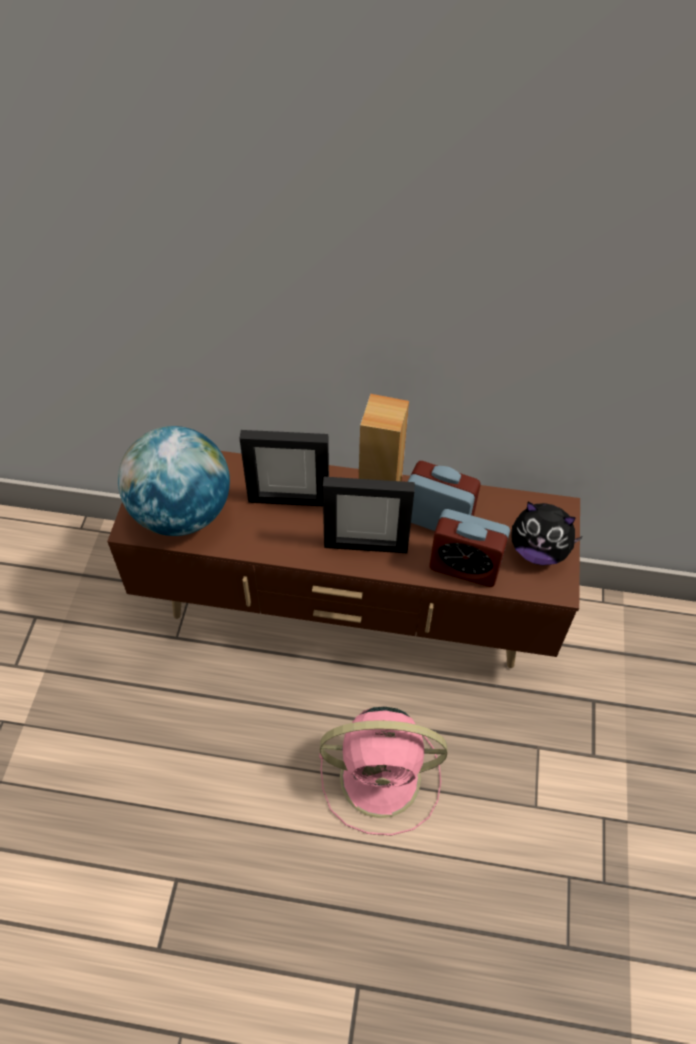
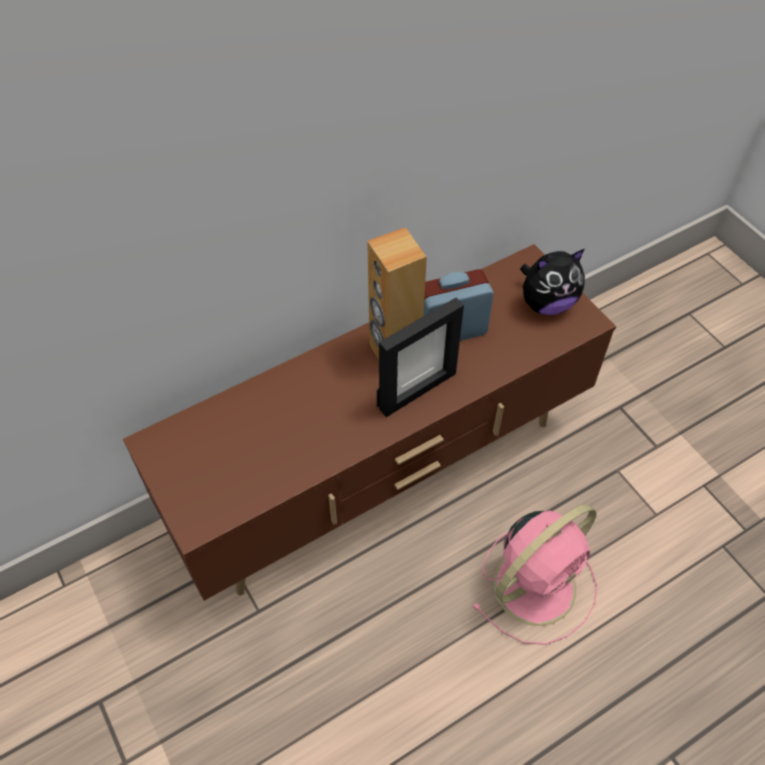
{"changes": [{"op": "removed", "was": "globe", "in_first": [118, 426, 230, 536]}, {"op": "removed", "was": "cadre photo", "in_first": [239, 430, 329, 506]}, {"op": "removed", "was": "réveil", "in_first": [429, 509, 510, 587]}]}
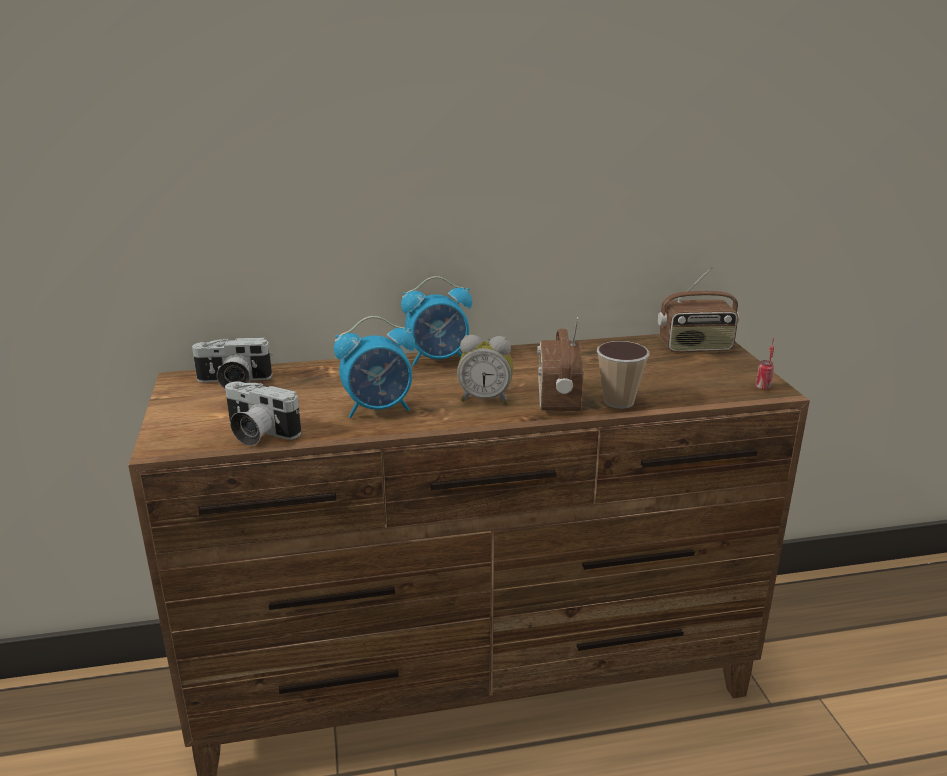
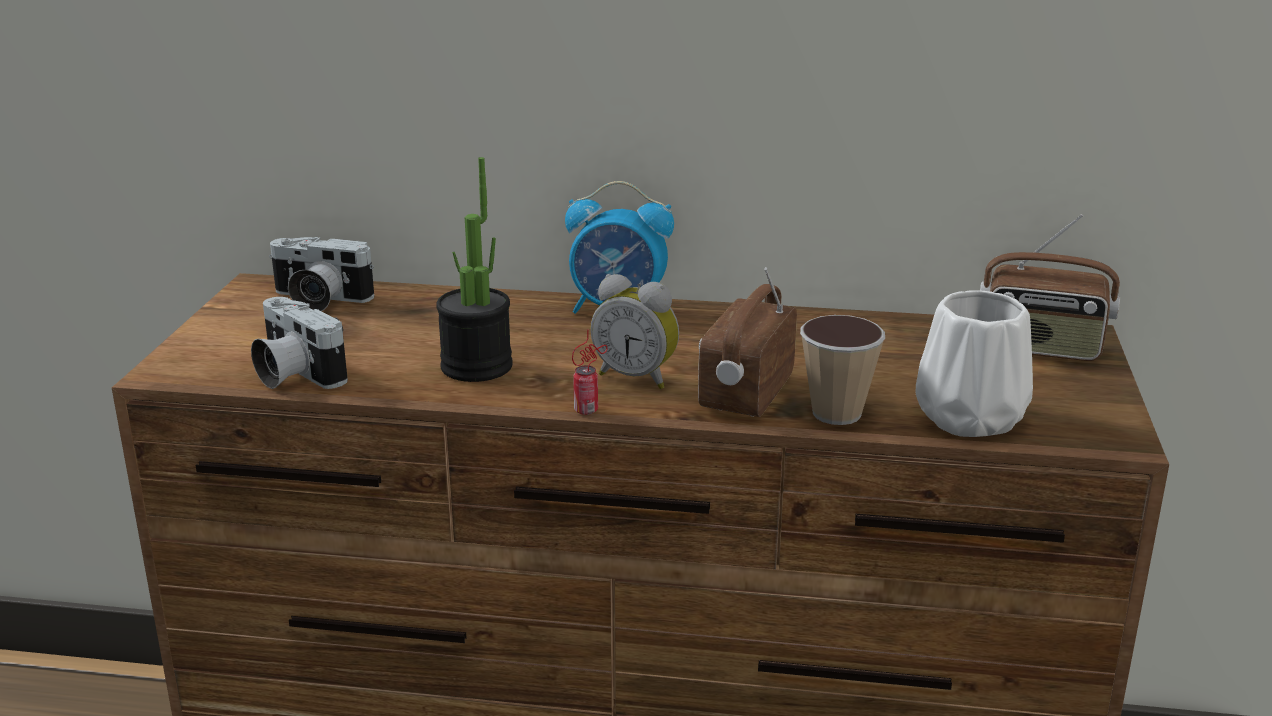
{"changes": [{"op": "replaced", "was": "réveil", "now": "plante en pot", "in_first": [334, 316, 415, 418], "in_second": [436, 157, 513, 382]}, {"op": "moved", "was": "boîte métallique", "in_first": [756, 338, 774, 390], "in_second": [572, 329, 608, 415]}, {"op": "added", "now": "vase/blanc", "in_second": [915, 290, 1033, 437]}]}
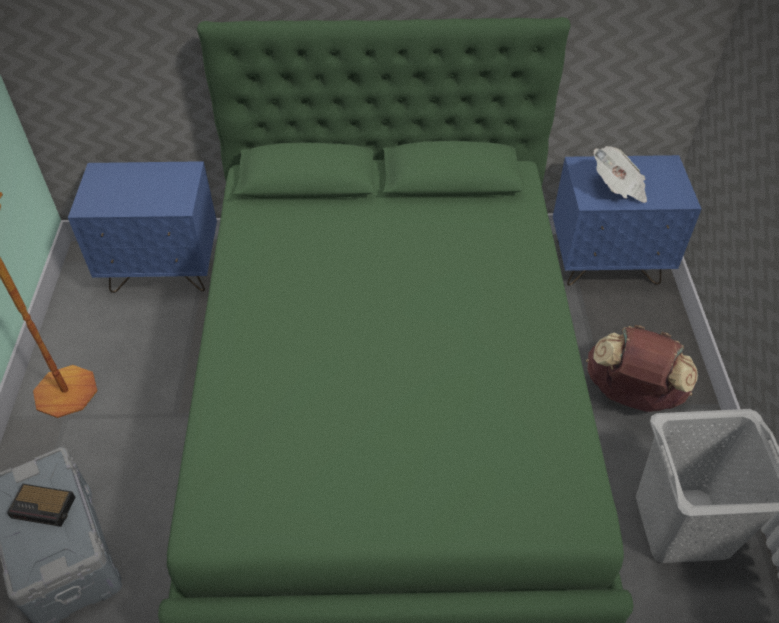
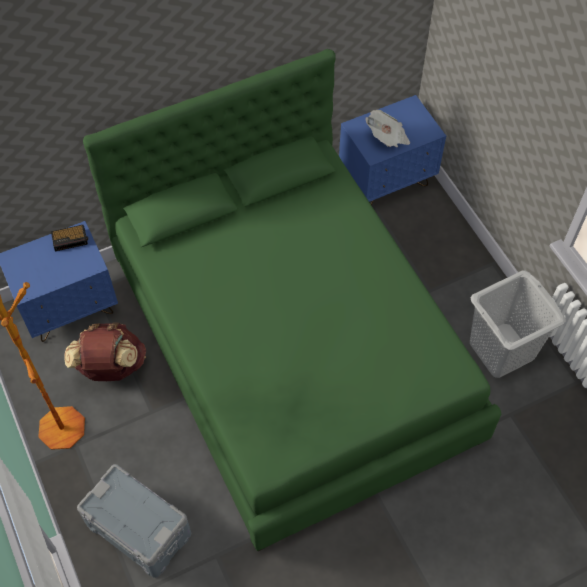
{"changes": [{"op": "moved", "was": "réveil", "in_first": [7, 483, 75, 527], "in_second": [51, 225, 88, 251]}, {"op": "moved", "was": "sac à dos/marron", "in_first": [586, 325, 698, 412], "in_second": [64, 322, 146, 381]}]}
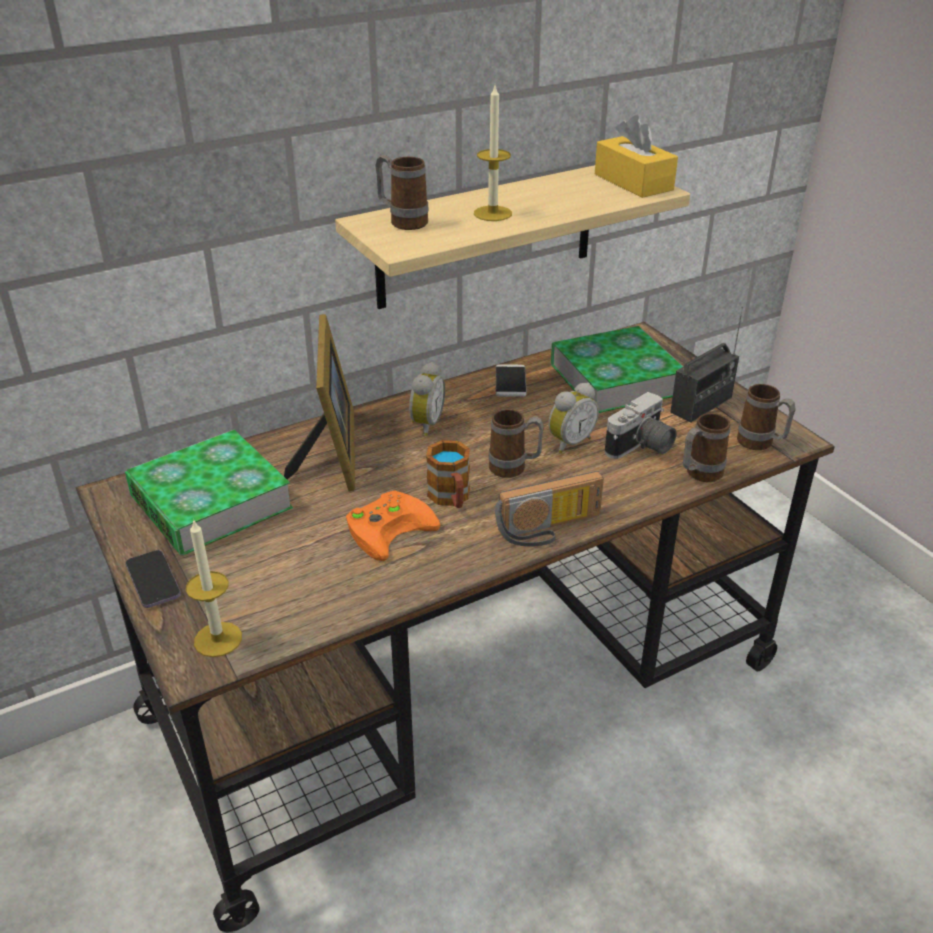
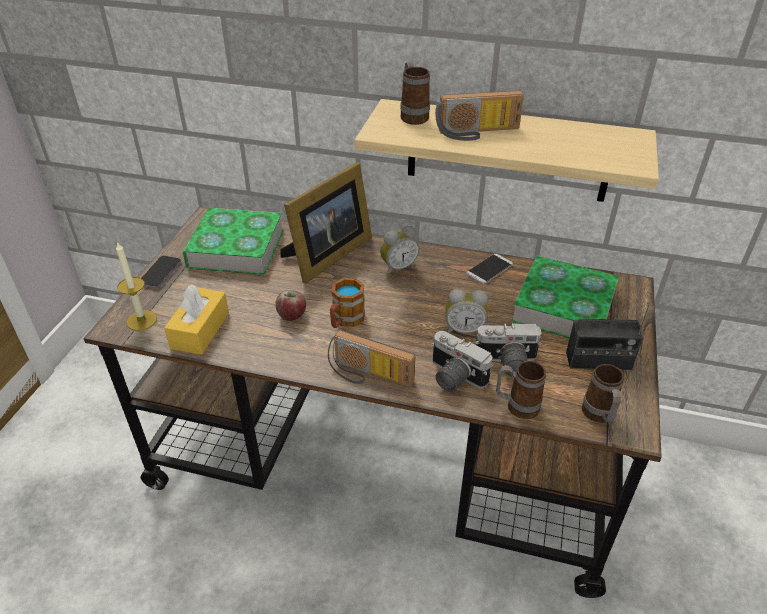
{"changes": [{"op": "replaced", "was": "manette/orange", "now": "pomme", "in_first": [346, 490, 440, 561], "in_second": [275, 290, 306, 321]}, {"op": "replaced", "was": "bougie", "now": "radio", "in_first": [474, 86, 512, 221], "in_second": [435, 90, 524, 141]}, {"op": "removed", "was": "mug", "in_first": [489, 409, 544, 478]}, {"op": "moved", "was": "boîte à mouchoirs/jaune", "in_first": [595, 115, 678, 198], "in_second": [164, 284, 229, 355]}, {"op": "added", "now": "appareil photo", "in_second": [431, 331, 493, 392]}]}
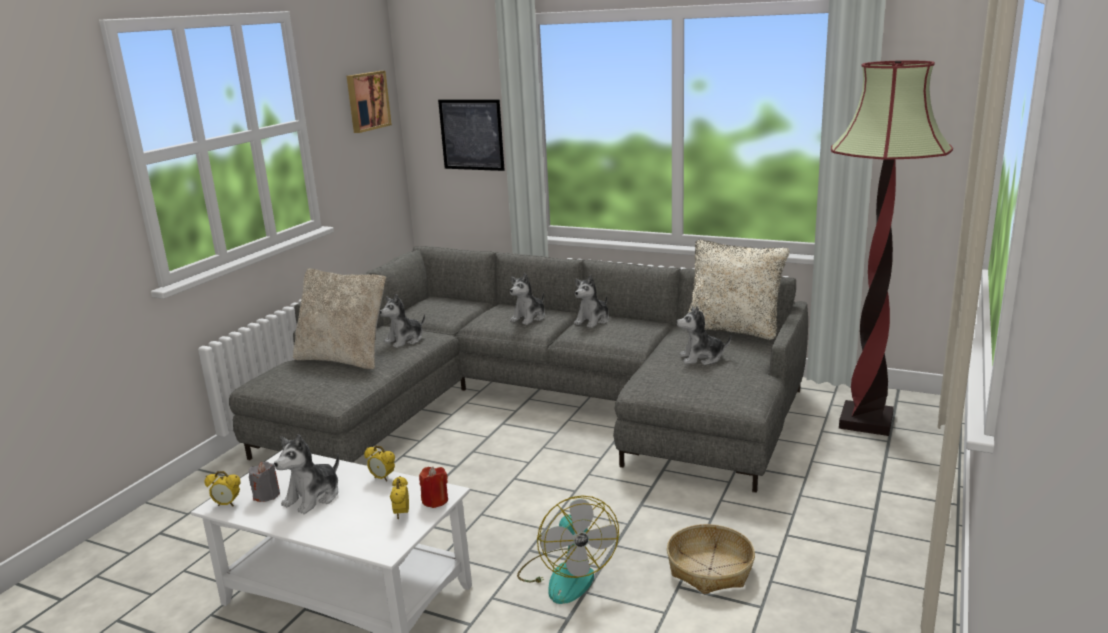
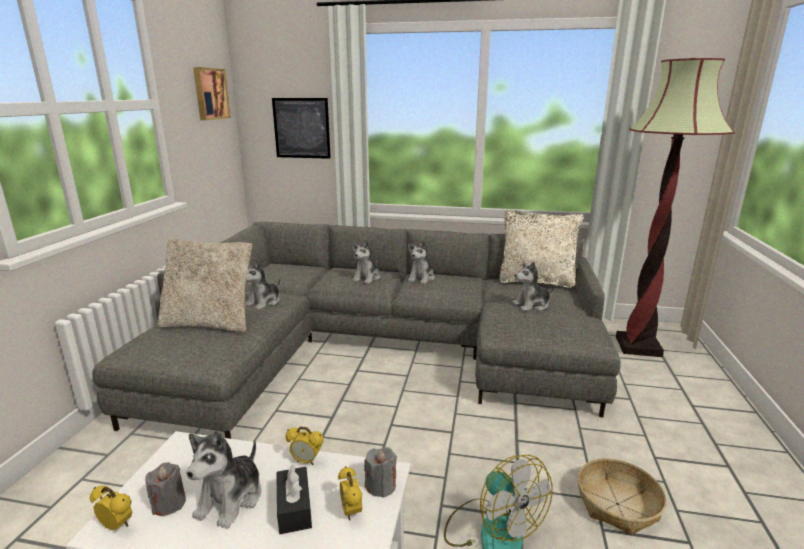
{"changes": [{"op": "turned", "was": "réveil", "in_first": [205, 471, 241, 507], "in_second": [90, 486, 132, 530], "clockwise": -150}, {"op": "recoloured", "was": "bougie/rouge", "now": "bougie/gris", "in_first": [419, 467, 448, 508], "in_second": [364, 447, 397, 498]}, {"op": "added", "now": "boîte à mouchoirs/noir", "in_second": [276, 464, 312, 534]}]}
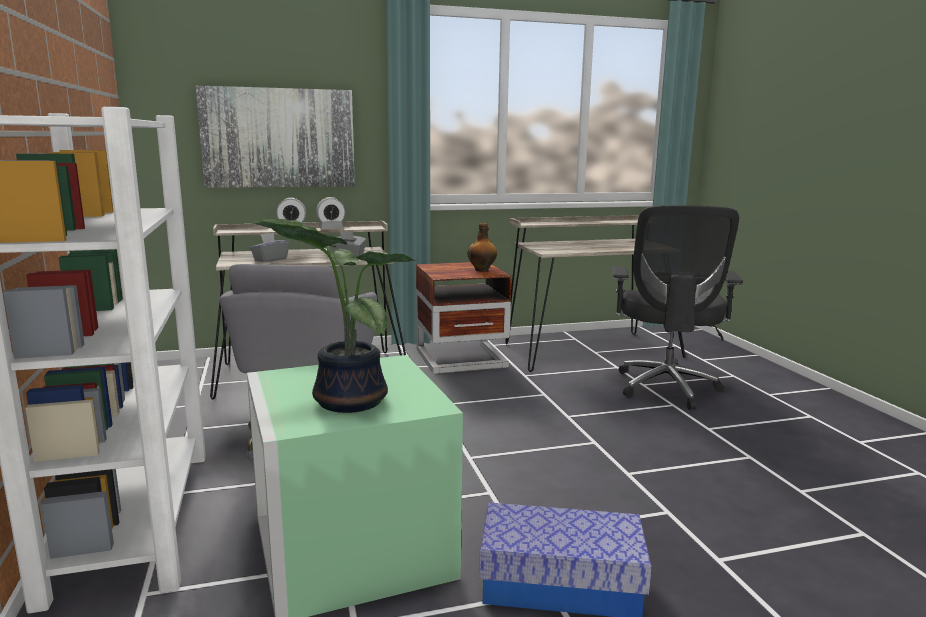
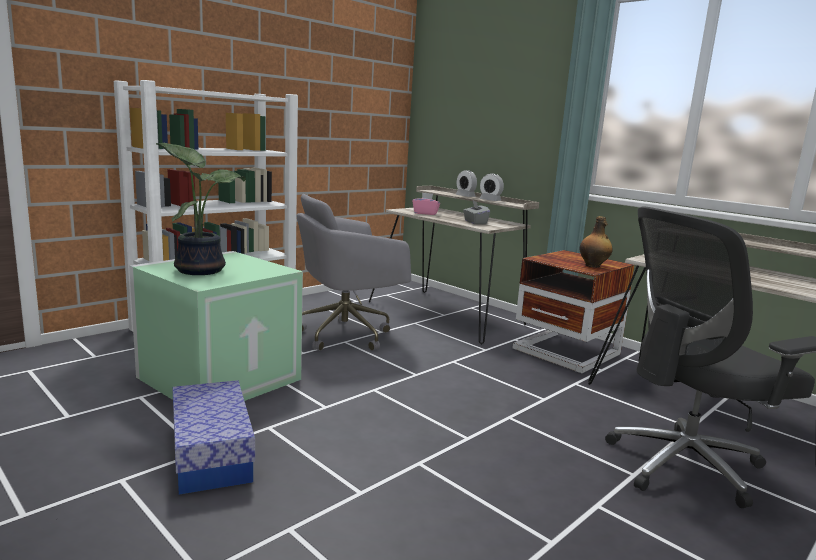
{"changes": [{"op": "removed", "was": "tableau", "in_first": [196, 85, 355, 188]}, {"op": "recoloured", "was": "boîte à mouchoirs/gris", "now": "boîte à mouchoirs/rose", "in_first": [250, 233, 289, 262], "in_second": [412, 193, 440, 215]}]}
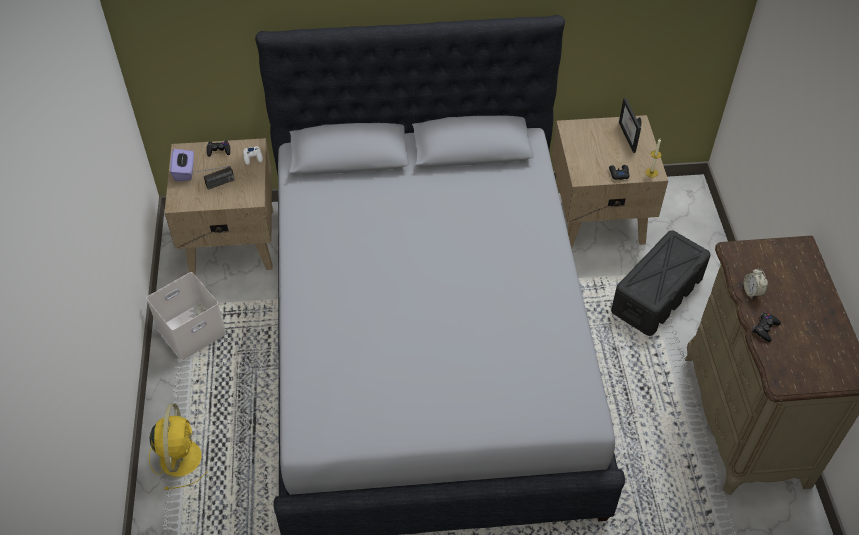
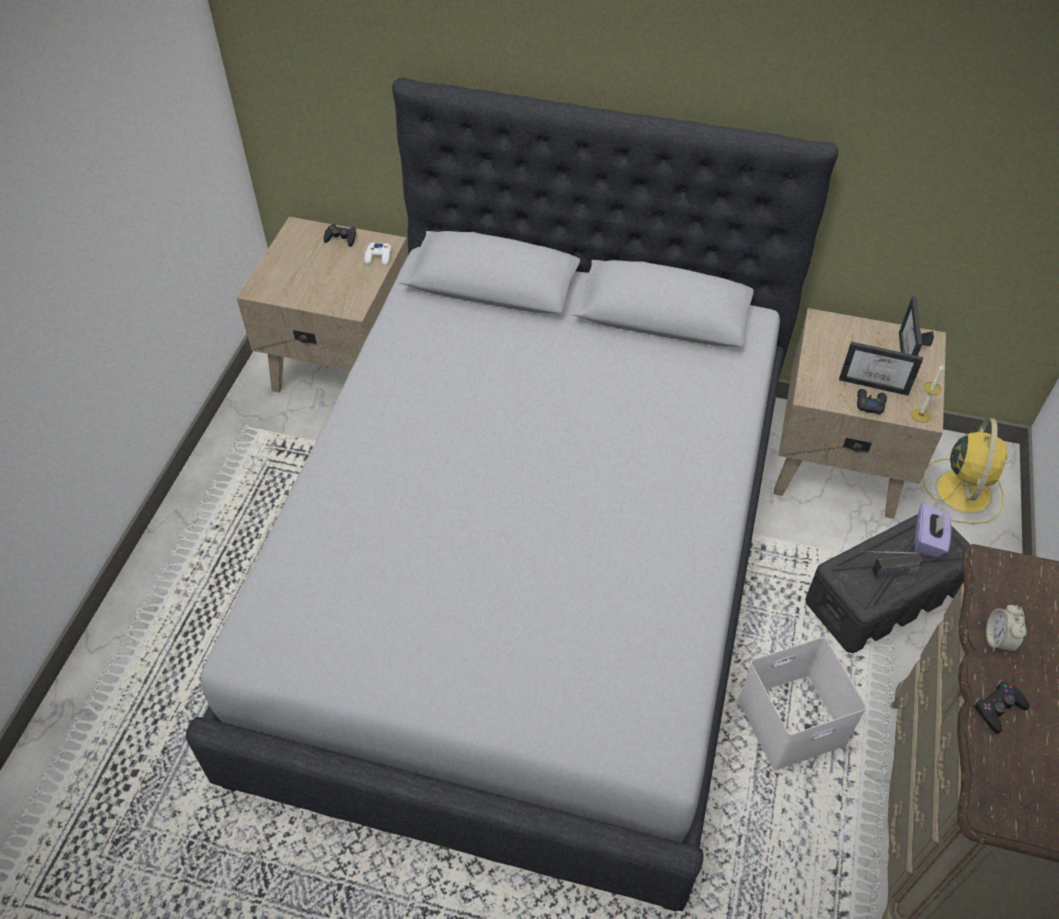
{"changes": [{"op": "moved", "was": "boîte de rangement/blanc", "in_first": [146, 272, 226, 360], "in_second": [739, 637, 867, 770]}, {"op": "moved", "was": "ventilateur/jaune", "in_first": [149, 404, 207, 490], "in_second": [923, 418, 1007, 524]}, {"op": "moved", "was": "boîte à mouchoirs/violet", "in_first": [170, 149, 194, 181], "in_second": [914, 503, 951, 558]}, {"op": "moved", "was": "radio", "in_first": [189, 166, 235, 190], "in_second": [859, 551, 923, 578]}, {"op": "added", "now": "cadre photo", "in_second": [839, 341, 923, 396]}]}
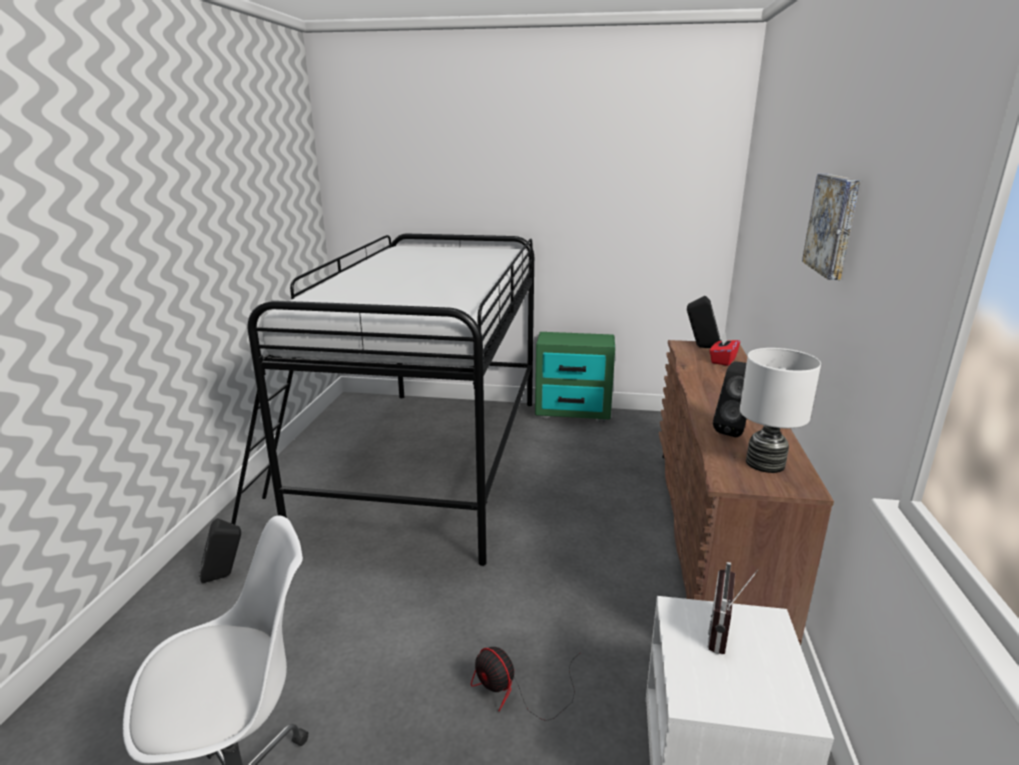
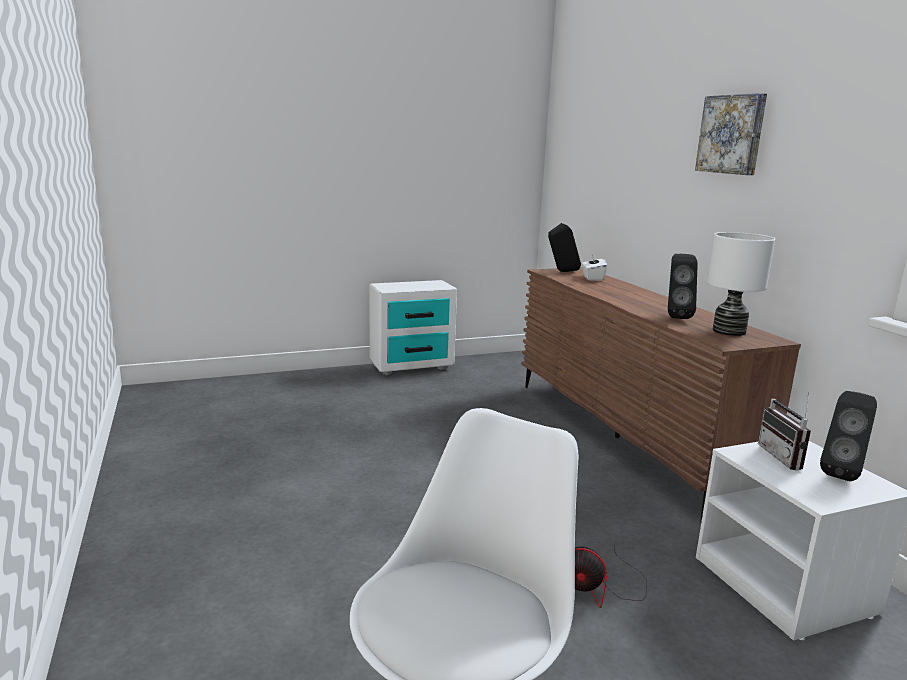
{"changes": [{"op": "moved", "was": "enceinte/noir", "in_first": [199, 518, 241, 583], "in_second": [820, 391, 877, 481]}, {"op": "removed", "was": "lit/noir", "in_first": [231, 234, 534, 566]}, {"op": "recoloured", "was": "table de chevet/vert", "now": "table de chevet/blanc", "in_first": [535, 332, 615, 422], "in_second": [369, 280, 457, 376]}, {"op": "recoloured", "was": "boîte à mouchoirs/rouge", "now": "boîte à mouchoirs/blanc", "in_first": [710, 333, 740, 366], "in_second": [582, 255, 607, 281]}]}
